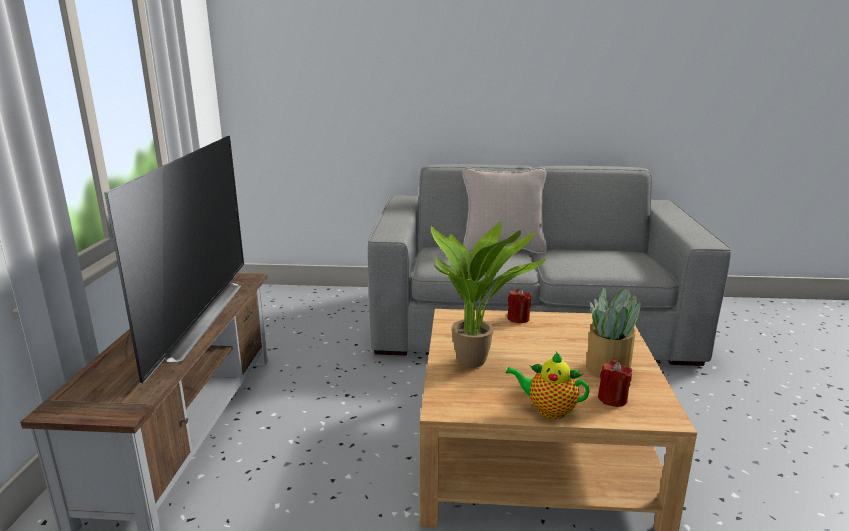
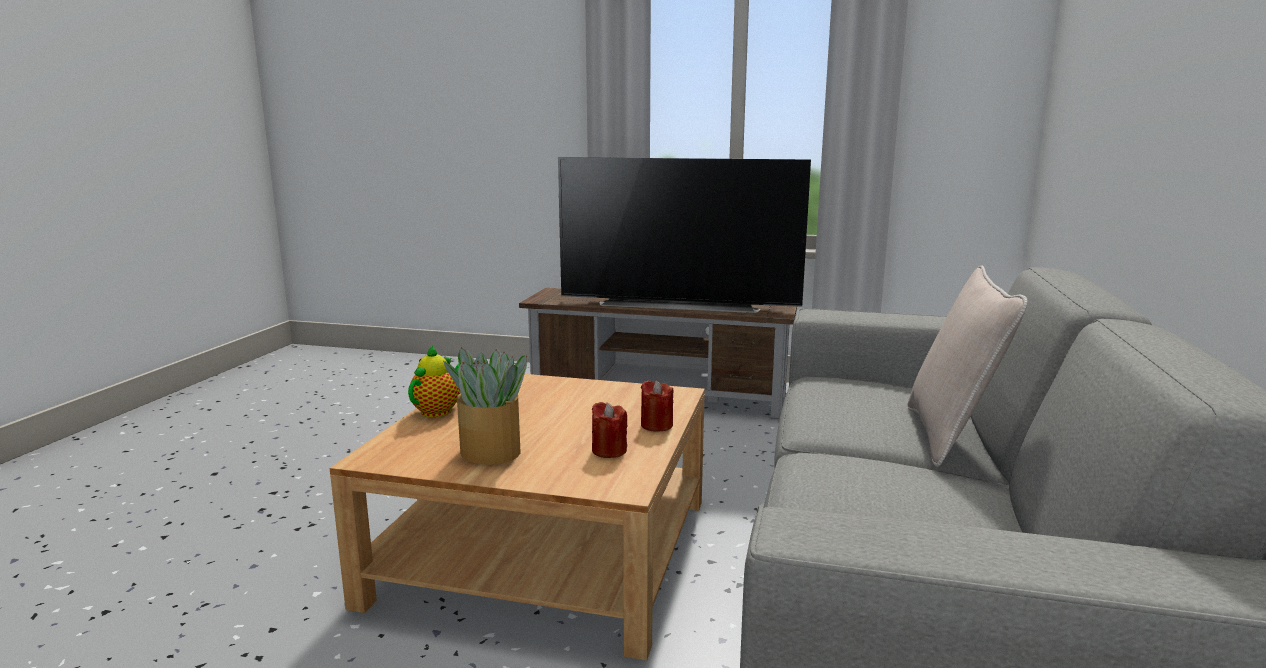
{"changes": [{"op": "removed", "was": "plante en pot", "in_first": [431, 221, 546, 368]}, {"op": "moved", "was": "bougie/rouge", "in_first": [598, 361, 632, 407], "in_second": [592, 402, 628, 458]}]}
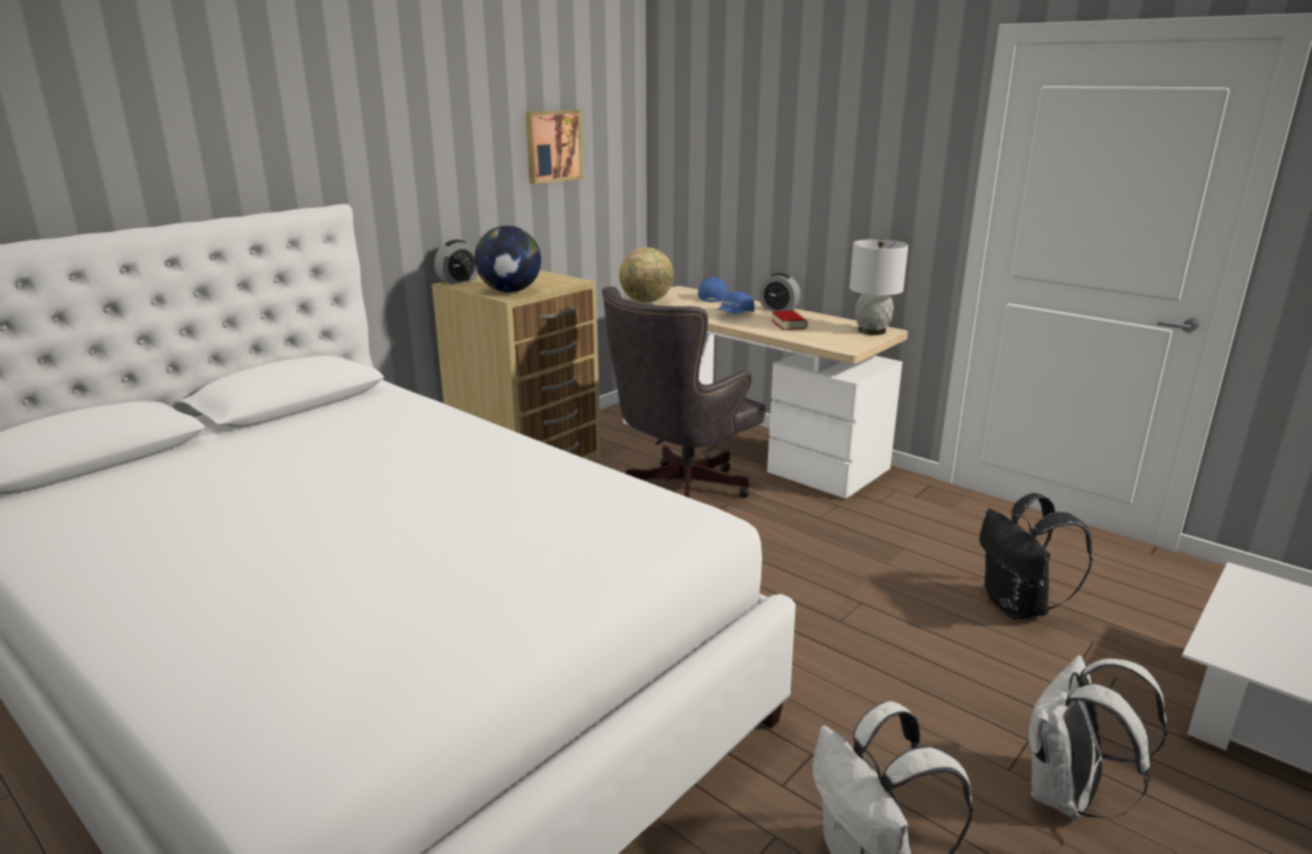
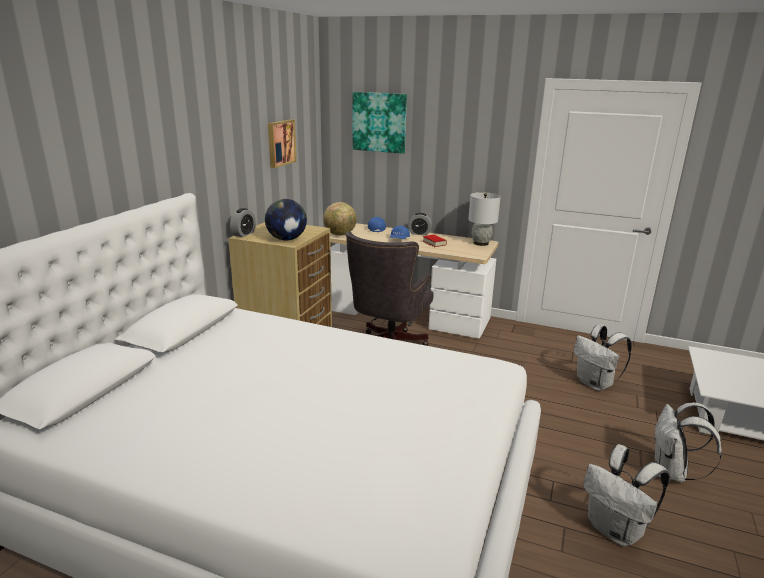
{"changes": [{"op": "recoloured", "was": "sac à dos/noir", "now": "sac à dos/blanc", "in_first": [980, 493, 1092, 620], "in_second": [573, 324, 632, 391]}, {"op": "added", "now": "tableau", "in_second": [353, 92, 407, 154]}]}
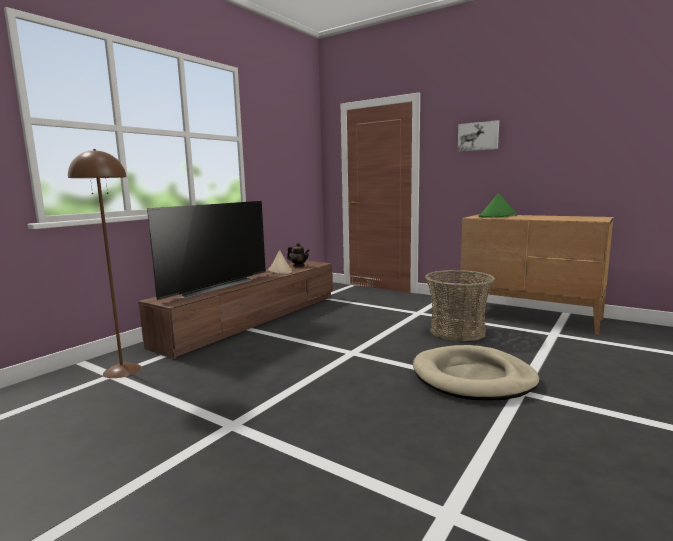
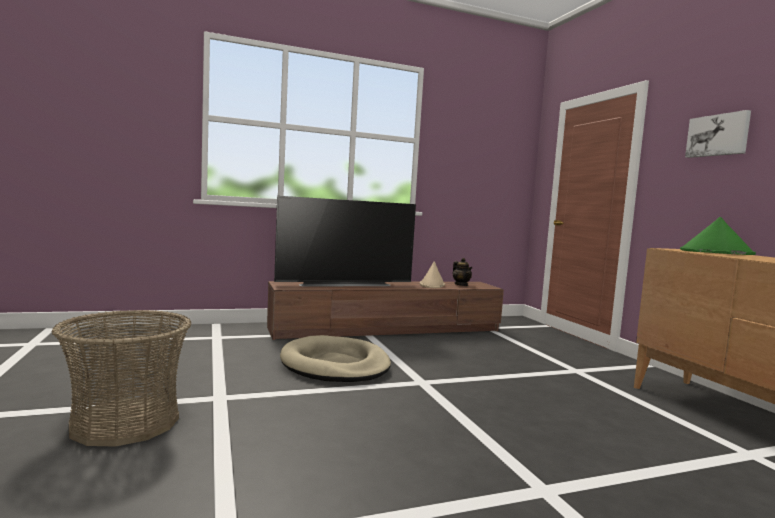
{"changes": [{"op": "removed", "was": "lampadaire/marron", "in_first": [68, 149, 141, 378]}, {"op": "moved", "was": "panier pour chien/beige", "in_first": [413, 345, 540, 401], "in_second": [280, 335, 391, 382]}, {"op": "moved", "was": "panier", "in_first": [425, 270, 495, 341], "in_second": [52, 310, 191, 447]}]}
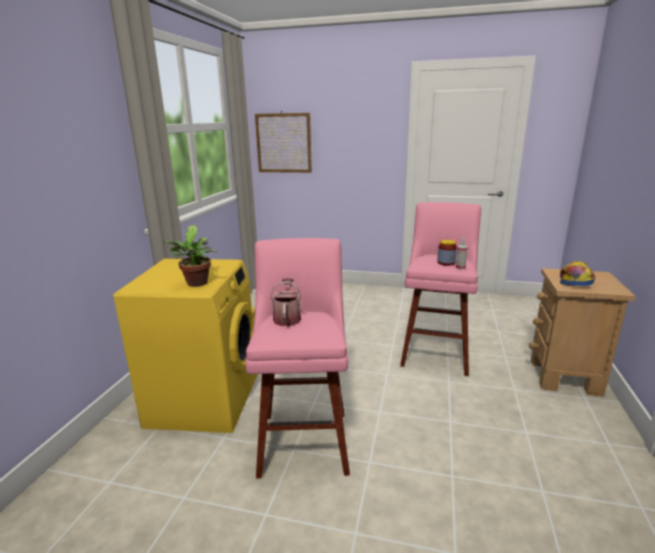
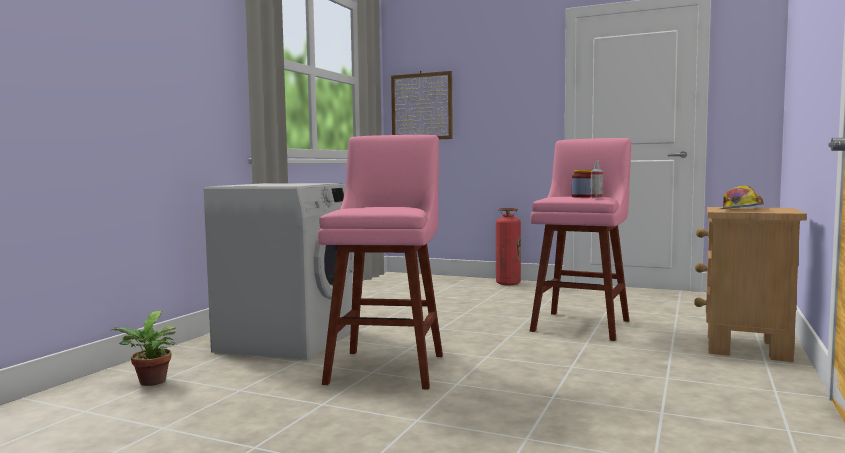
{"changes": [{"op": "recoloured", "was": "lave-linge/jaune", "now": "lave-linge/blanc", "in_first": [113, 259, 258, 433], "in_second": [204, 183, 354, 360]}, {"op": "moved", "was": "plante en pot", "in_first": [163, 225, 217, 287], "in_second": [110, 311, 176, 386]}, {"op": "removed", "was": "arrosoir", "in_first": [270, 278, 302, 326]}, {"op": "added", "now": "extincteur", "in_second": [496, 208, 521, 285]}]}
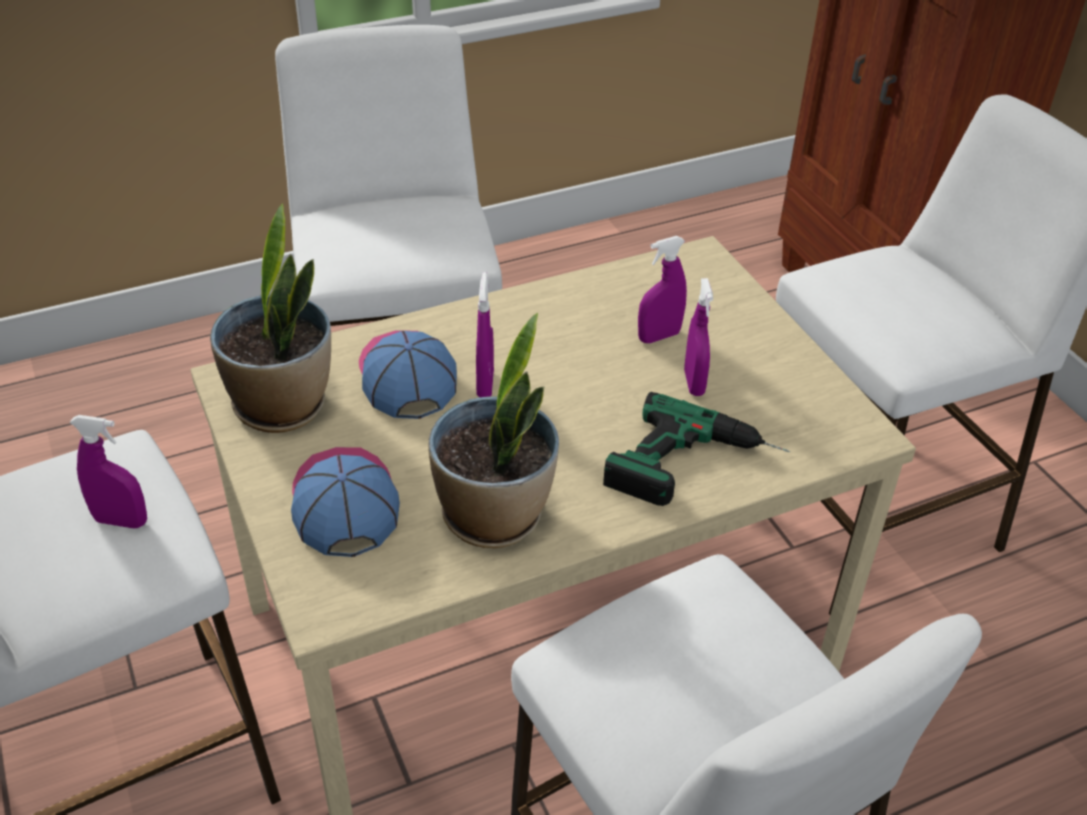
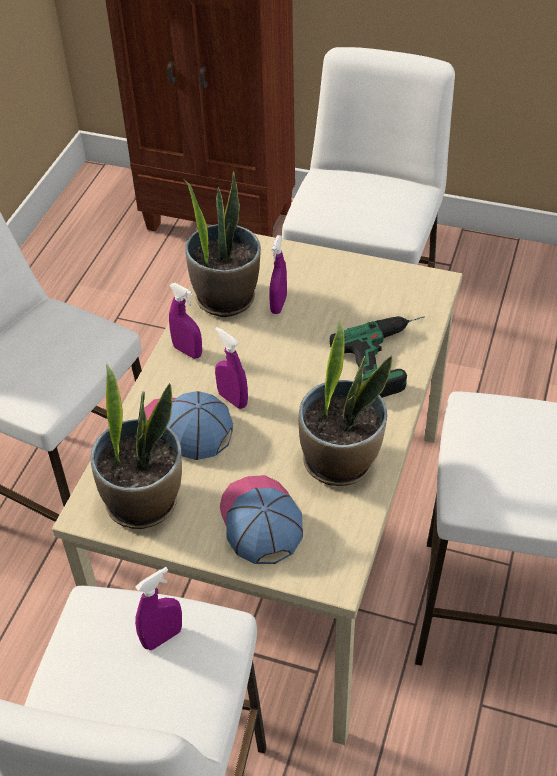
{"changes": [{"op": "turned", "was": "casquette", "in_first": [291, 447, 400, 557], "in_second": [220, 475, 303, 564], "clockwise": 45}, {"op": "moved", "was": "vaporisateur/violet", "in_first": [684, 278, 713, 396], "in_second": [169, 283, 202, 359]}, {"op": "added", "now": "plante en pot", "in_second": [184, 171, 261, 317]}]}
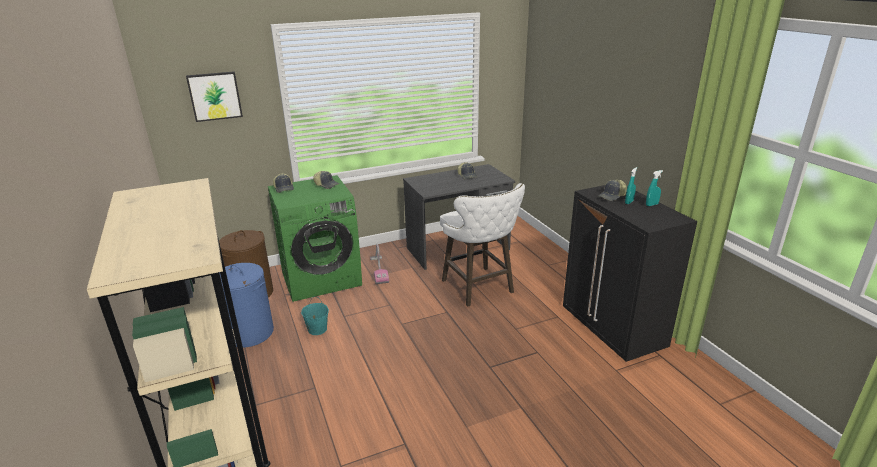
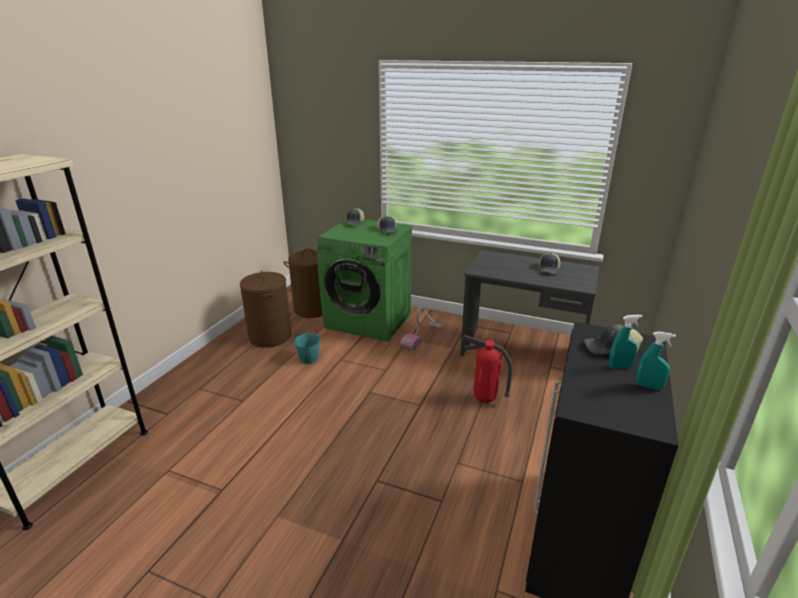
{"changes": [{"op": "removed", "was": "tableau", "in_first": [186, 71, 243, 122]}, {"op": "recoloured", "was": "panier à linge/bleu", "now": "panier à linge/marron", "in_first": [219, 263, 274, 348], "in_second": [240, 270, 292, 348]}, {"op": "replaced", "was": "tabouret/blanc", "now": "extincteur", "in_first": [440, 183, 525, 307], "in_second": [462, 335, 512, 403]}]}
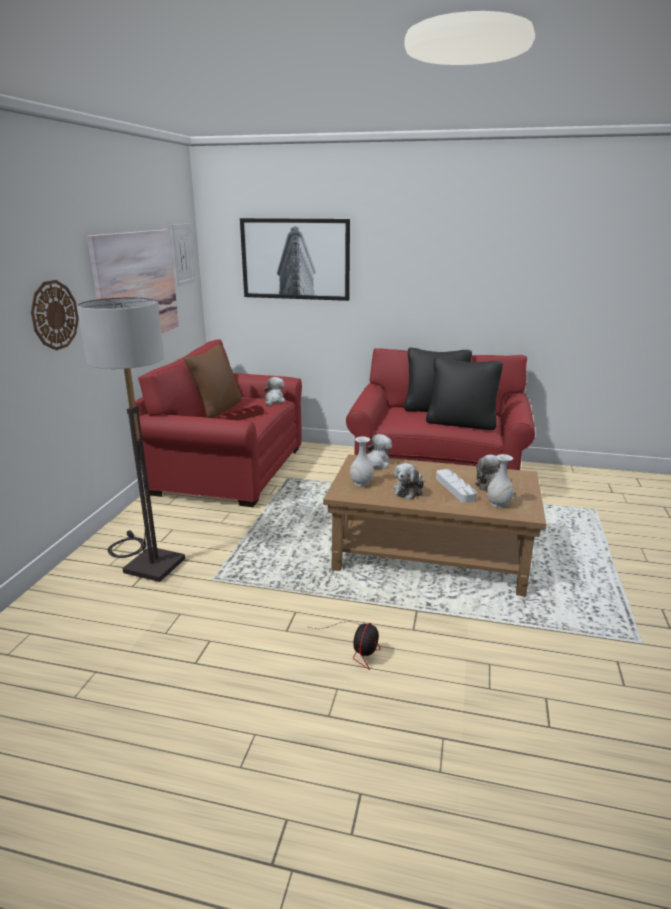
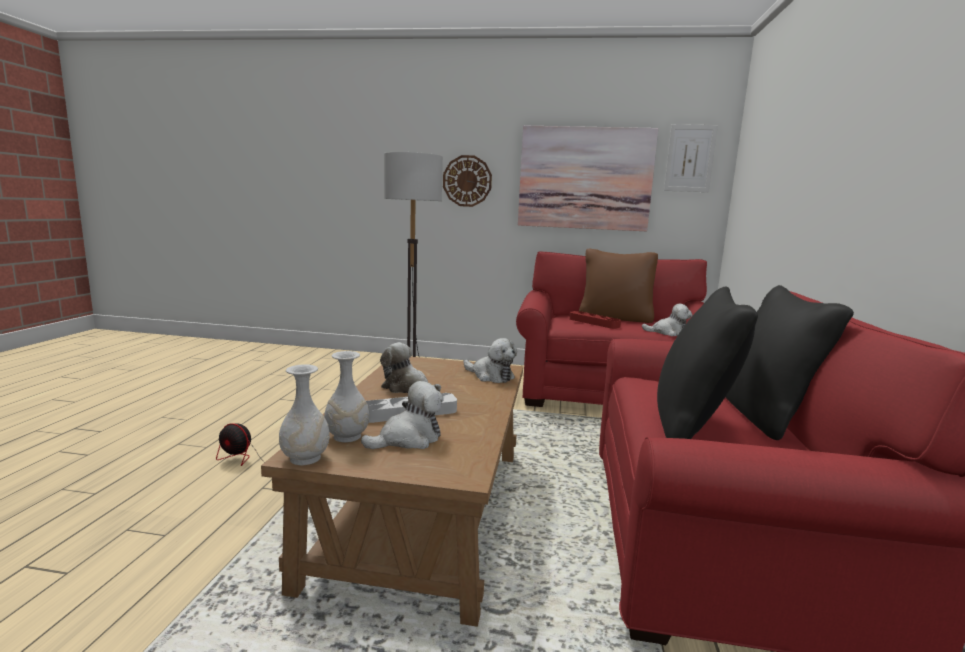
{"changes": [{"op": "removed", "was": "tableau", "in_first": [240, 218, 350, 301]}, {"op": "moved", "was": "vase/blanc", "in_first": [350, 437, 374, 487], "in_second": [279, 364, 330, 465]}]}
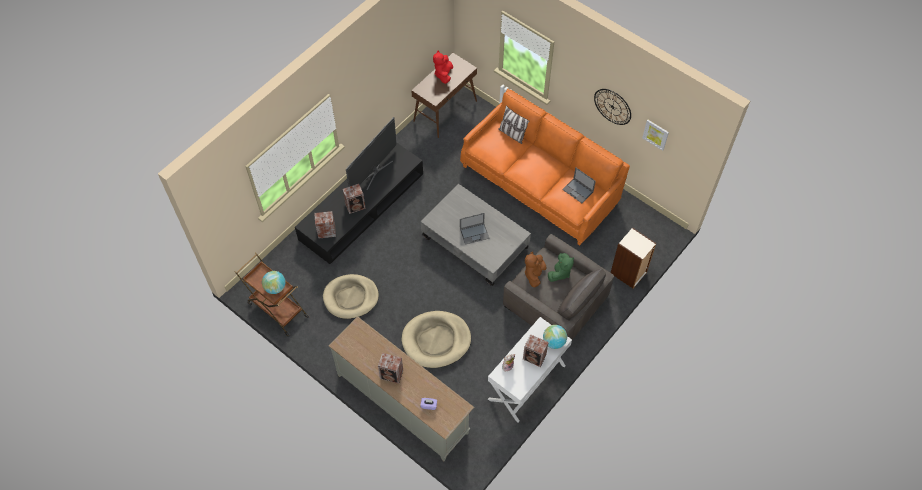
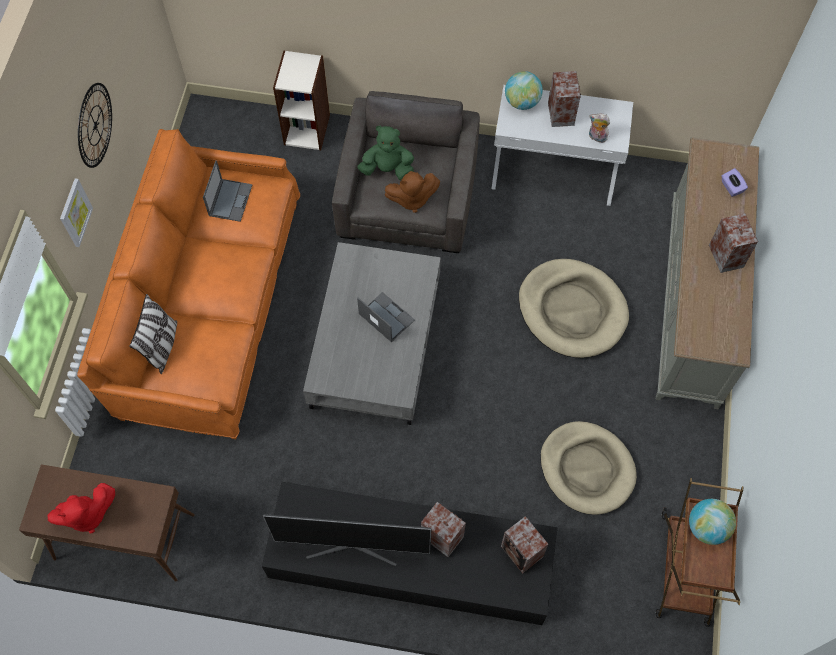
{"changes": [{"op": "moved", "was": "tableau", "in_first": [642, 120, 669, 151], "in_second": [60, 179, 93, 247]}]}
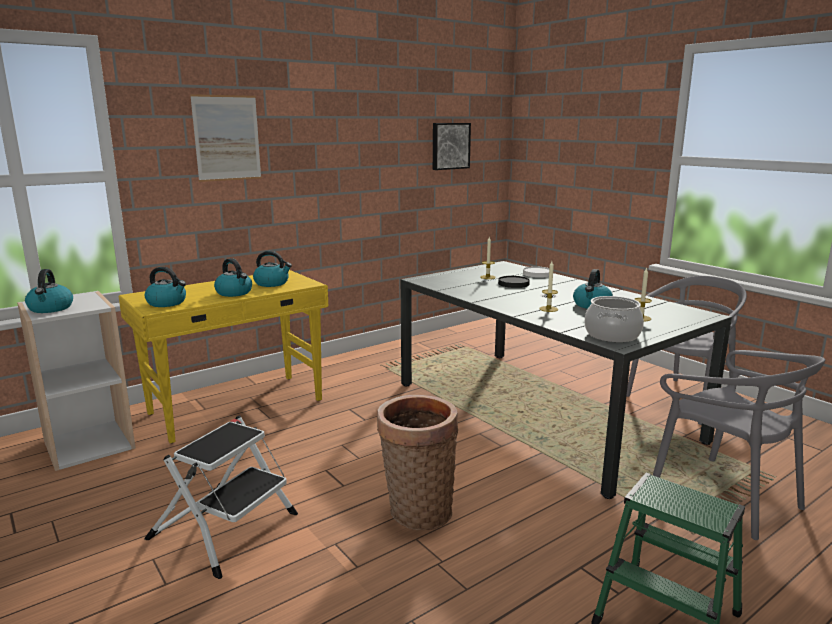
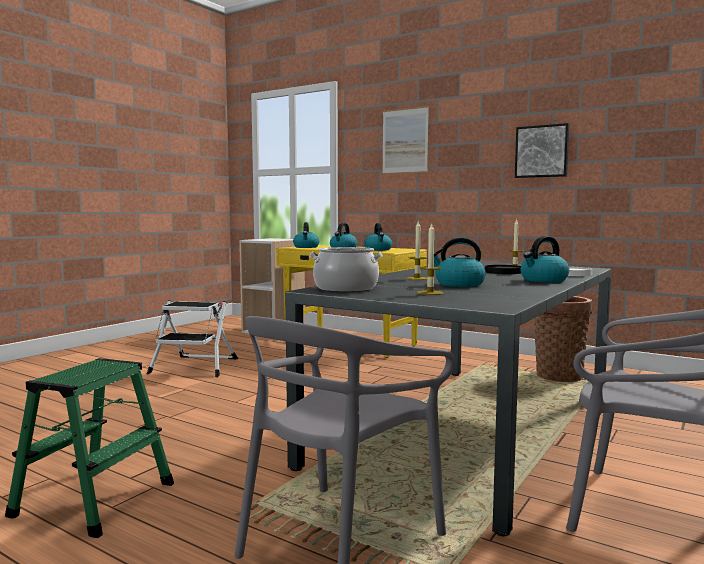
{"changes": [{"op": "moved", "was": "bouilloire", "in_first": [25, 269, 73, 313], "in_second": [521, 236, 569, 282]}, {"op": "moved", "was": "panier", "in_first": [377, 395, 458, 530], "in_second": [534, 296, 592, 382]}, {"op": "moved", "was": "tableau", "in_first": [433, 123, 471, 170], "in_second": [515, 123, 569, 178]}]}
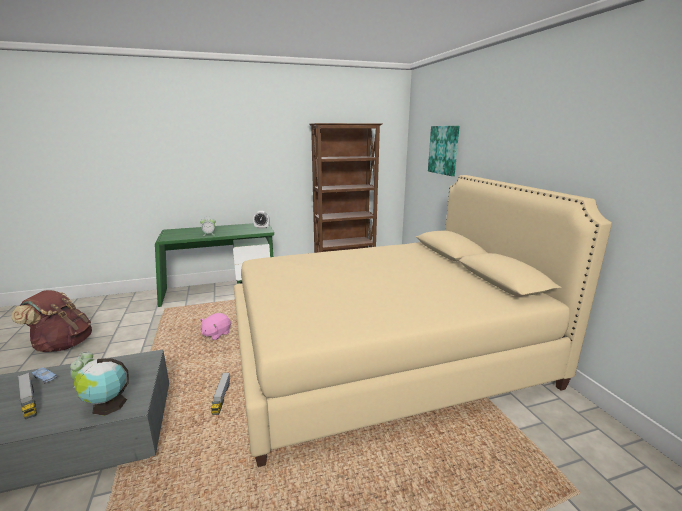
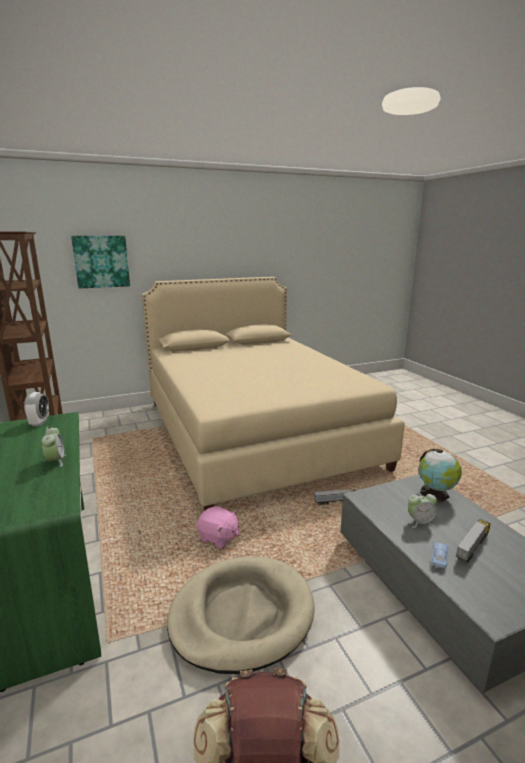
{"changes": [{"op": "added", "now": "panier pour chien/beige", "in_second": [167, 556, 315, 674]}]}
